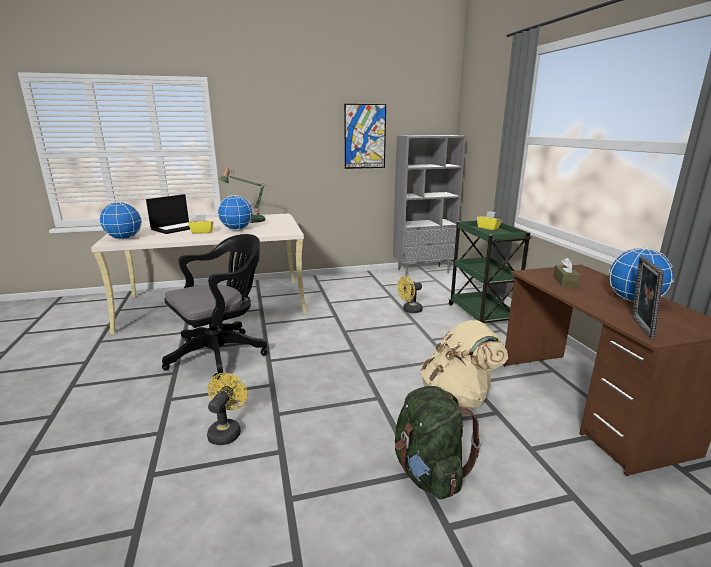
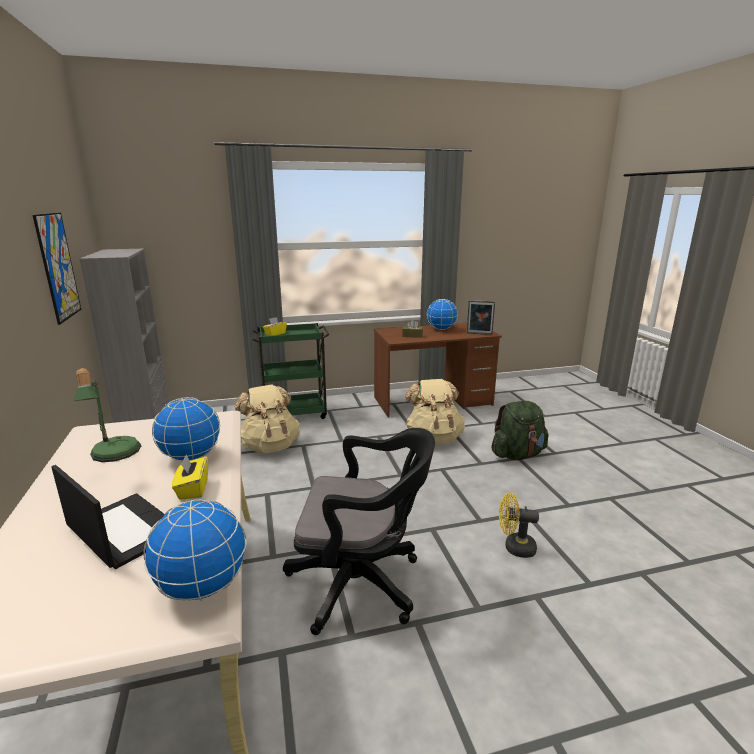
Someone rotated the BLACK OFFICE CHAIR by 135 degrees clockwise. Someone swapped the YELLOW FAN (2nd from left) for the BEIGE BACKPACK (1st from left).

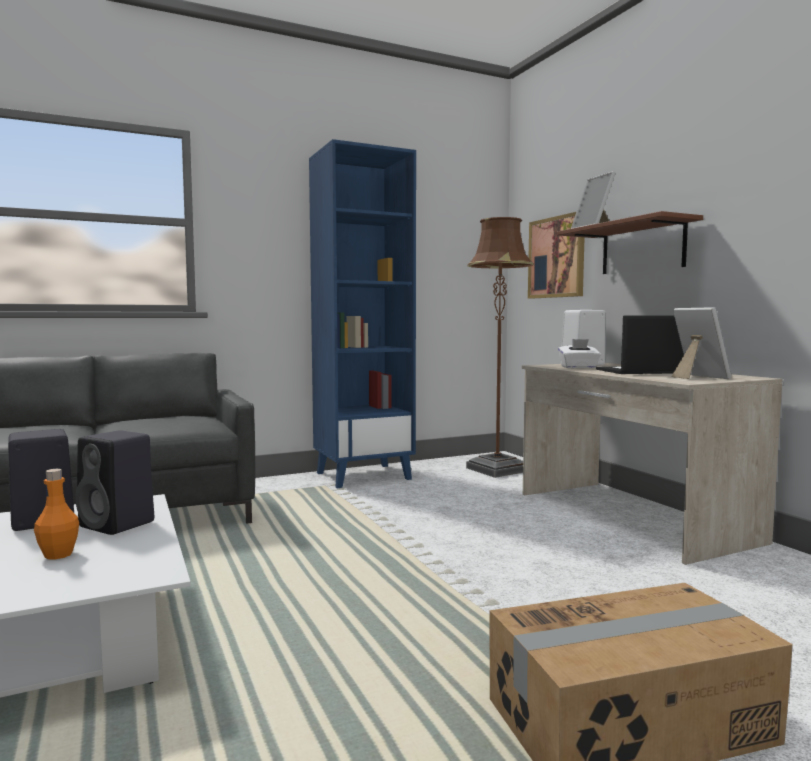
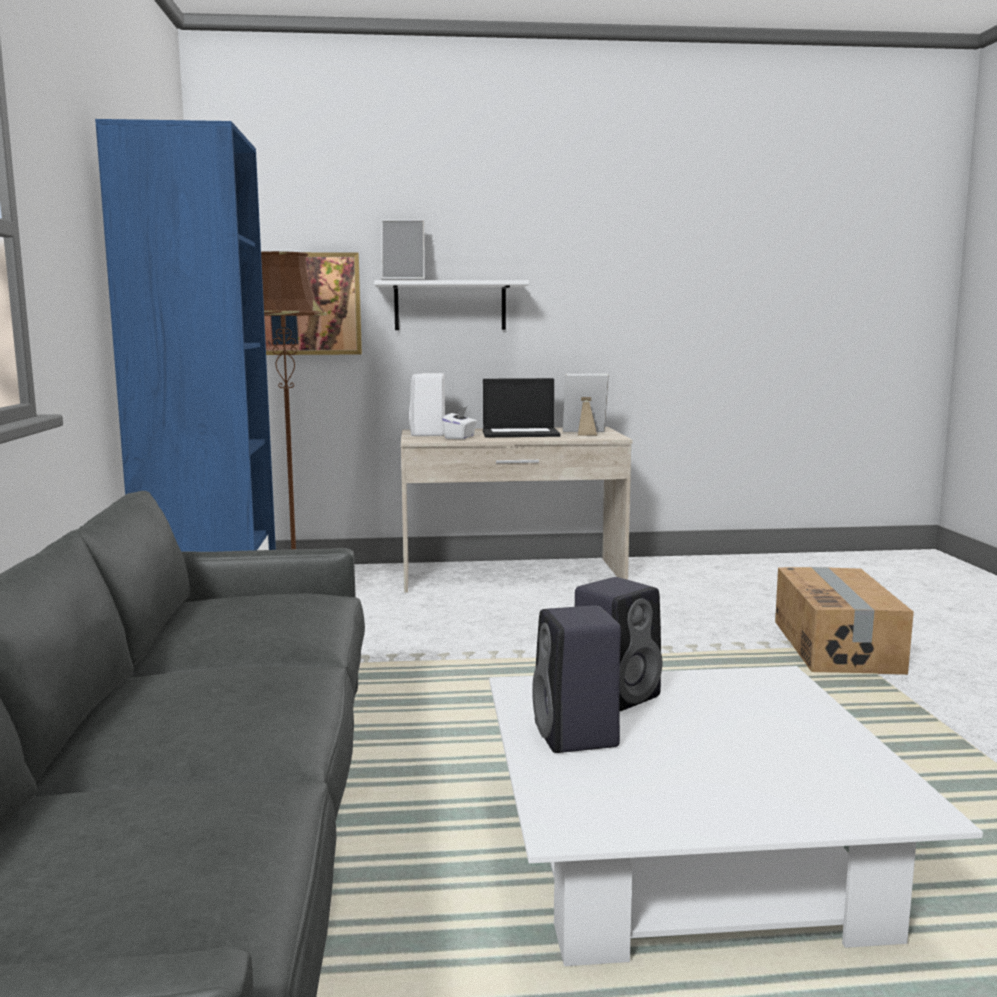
Someone took away the ORANGE BOTTLE. Someone repainted the BROWN SHELF, which became the WHITE SHELF. Someone rotated the LAPTOP by 105 degrees counterclockwise.

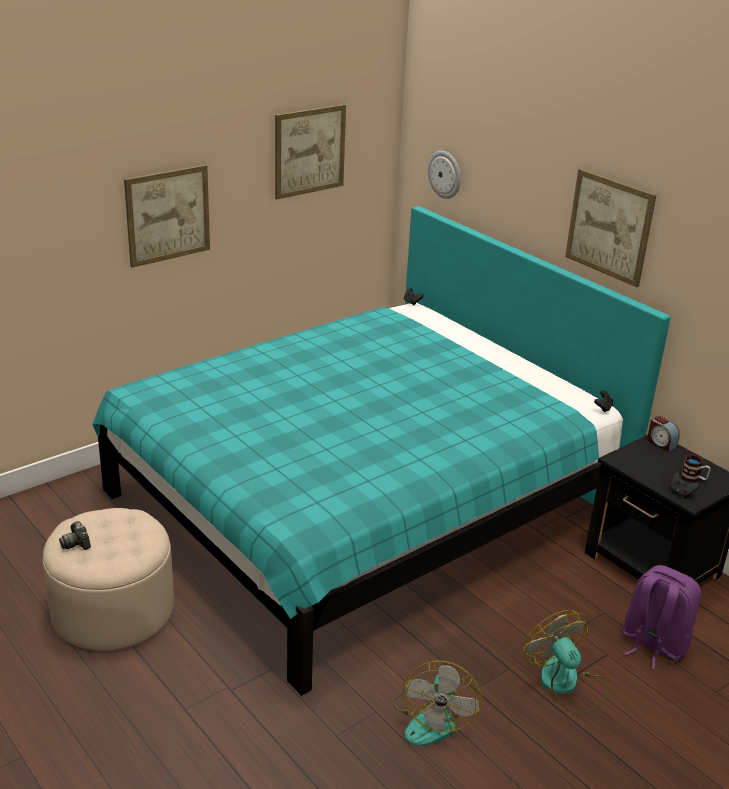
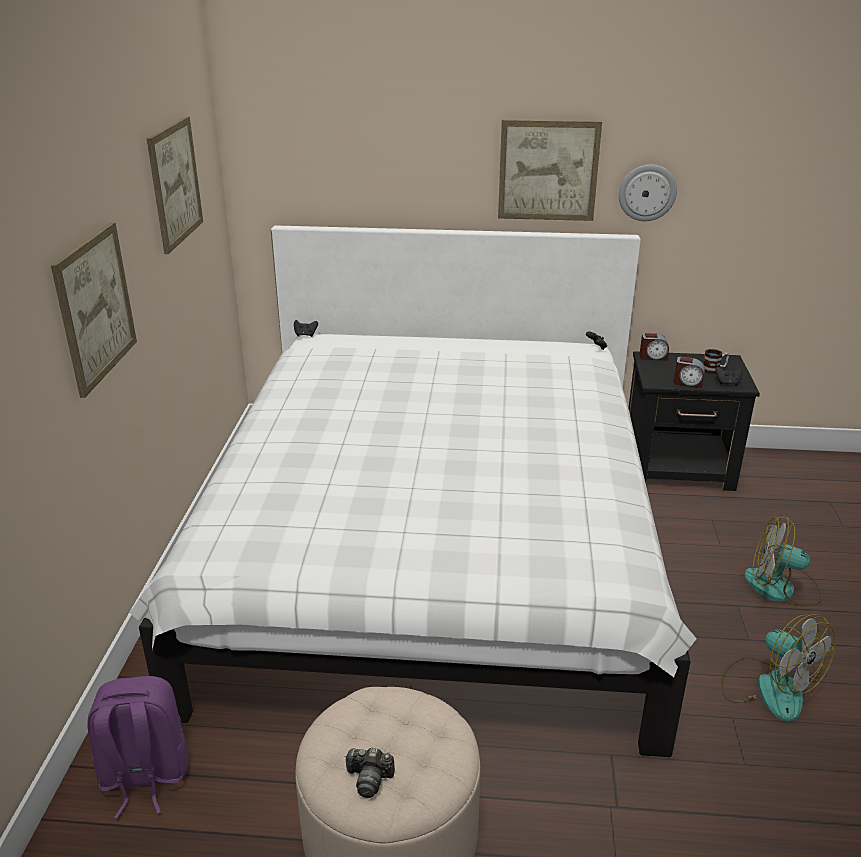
Someone repainted the TURQUOISE BED, which became the WHITE BED. Someone carried the WALL CLOCK. Someone carried the PURPLE BACKPACK. Someone put down the ALARM CLOCK (2nd from left).

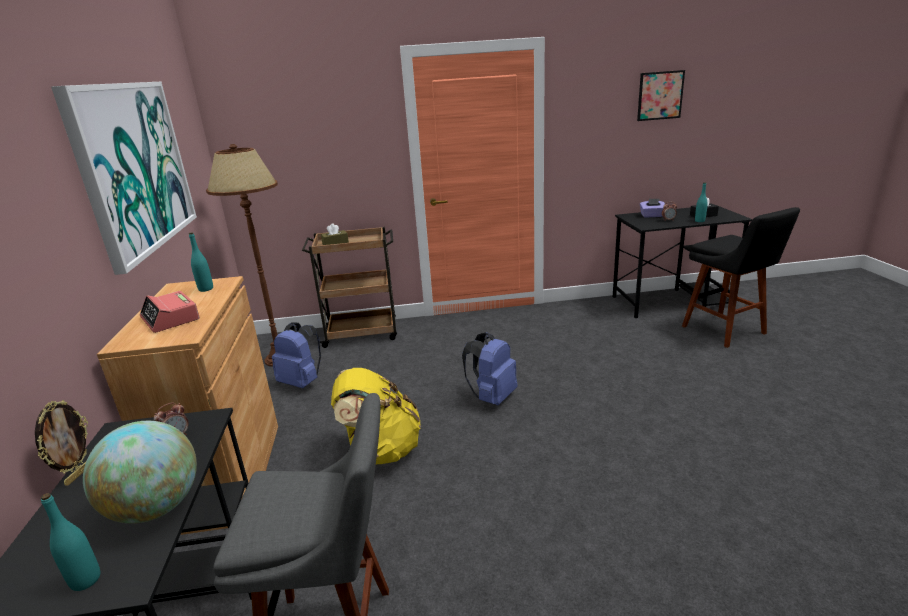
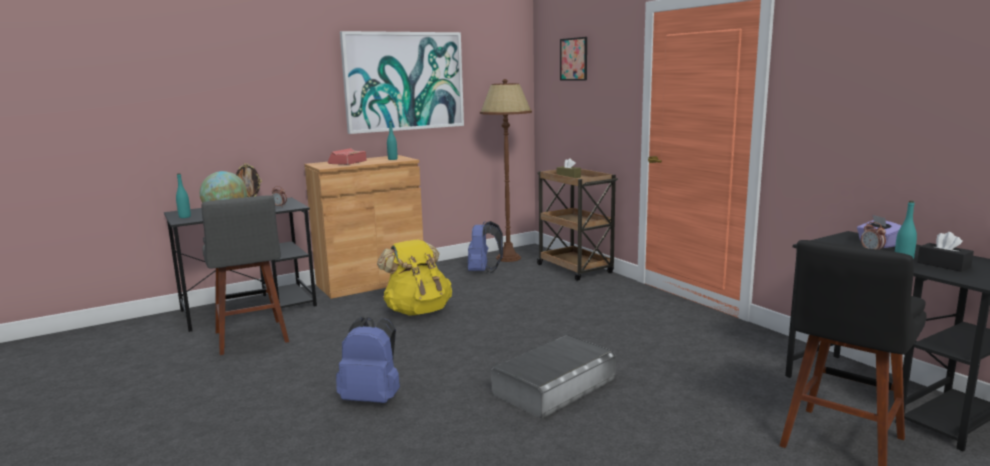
Someone carried the BLUE BACKPACK (2nd from left in the first image). Someone carried the PICTURE (2nd from left). Someone put down the GREY STORAGE BOX.

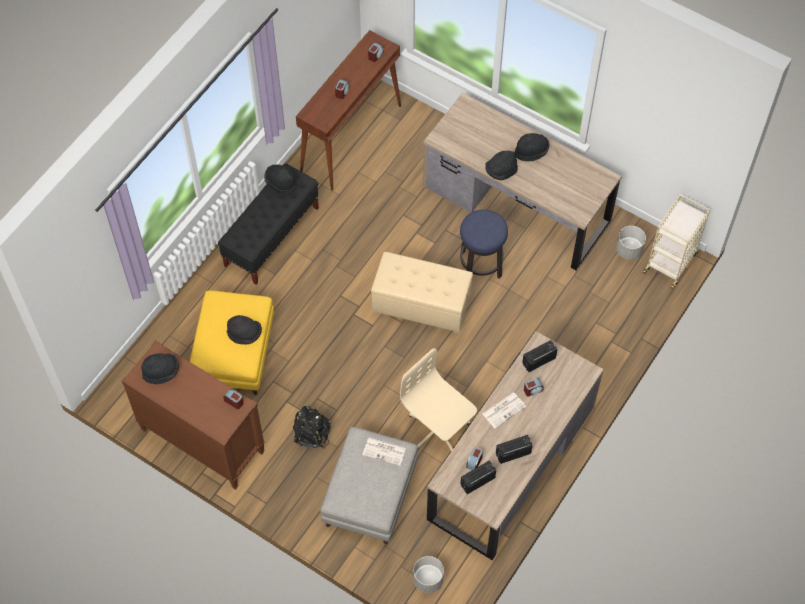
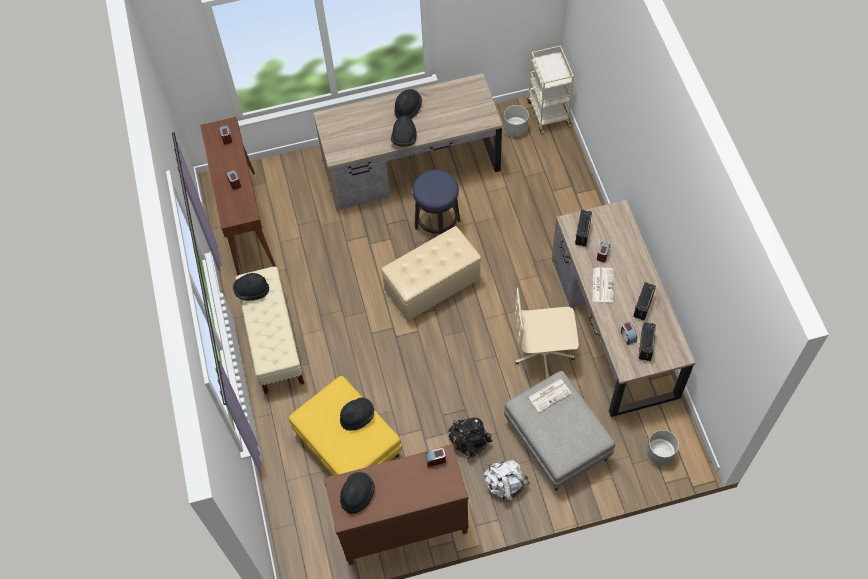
Someone repainted the BLACK BENCH, which became the BEIGE BENCH. Someone put down the WHITE BACKPACK.

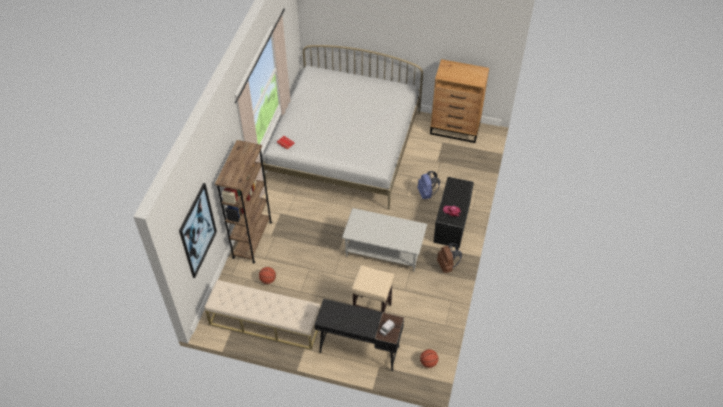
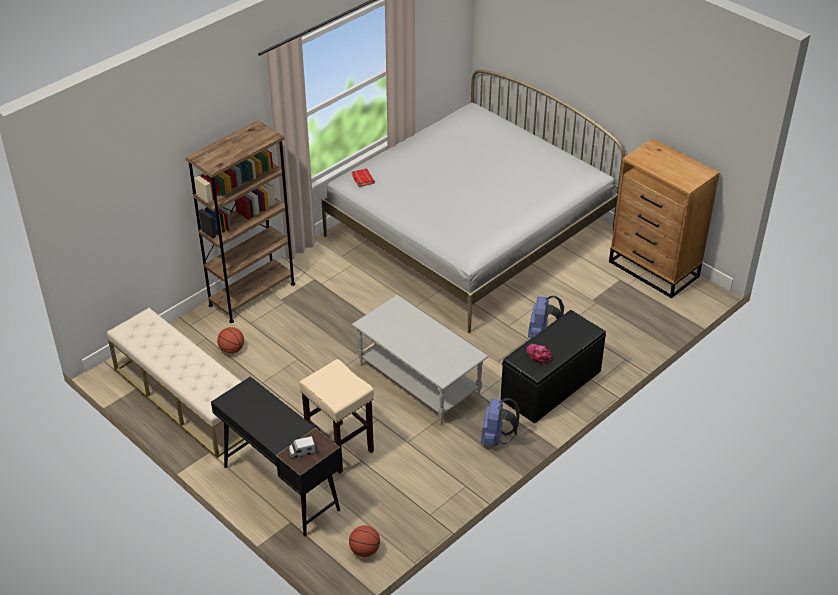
Someone took away the PICTURE. Someone repainted the BROWN BACKPACK, which became the BLUE BACKPACK (1st from left).

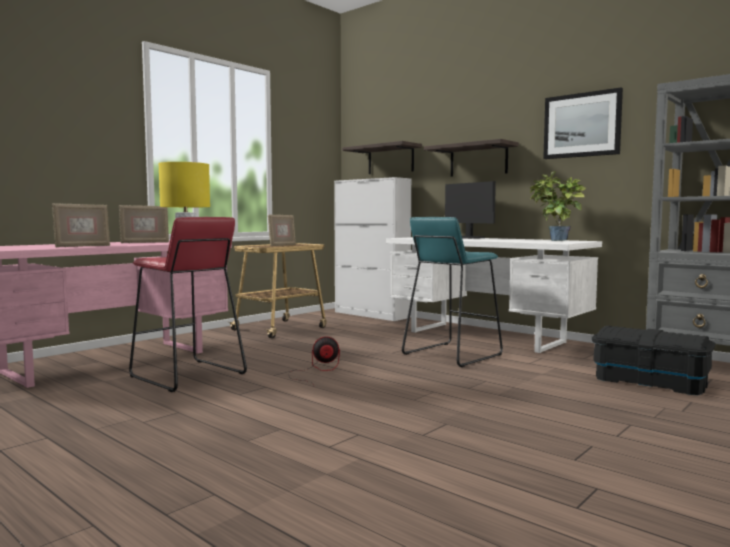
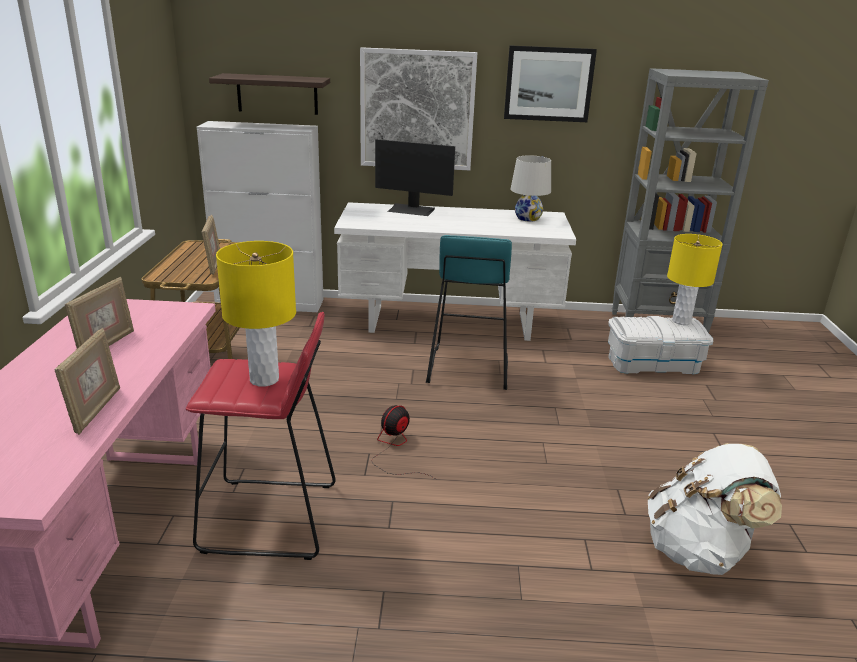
Someone swapped the SHELF (2nd from left) for the PICTURE (1st from left). Someone swapped the POTTED PLANT for the WHITE TABLE LAMP. Someone repainted the BLACK STORAGE BOX, which became the WHITE STORAGE BOX. Someone put down the WHITE BACKPACK. Someone put down the YELLOW TABLE LAMP (2nd from left).

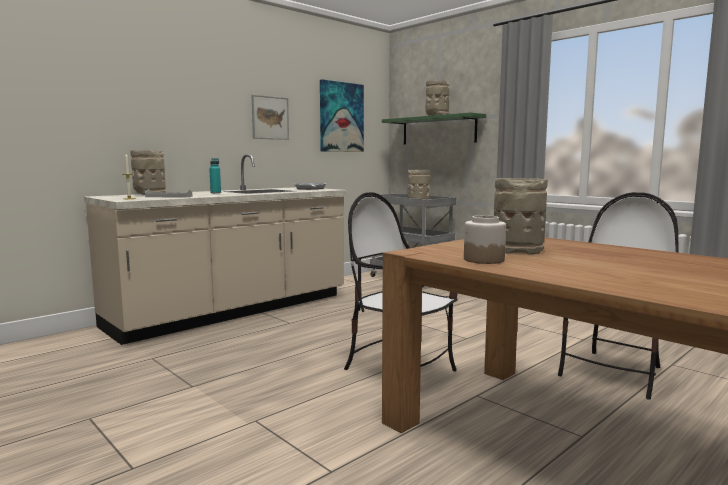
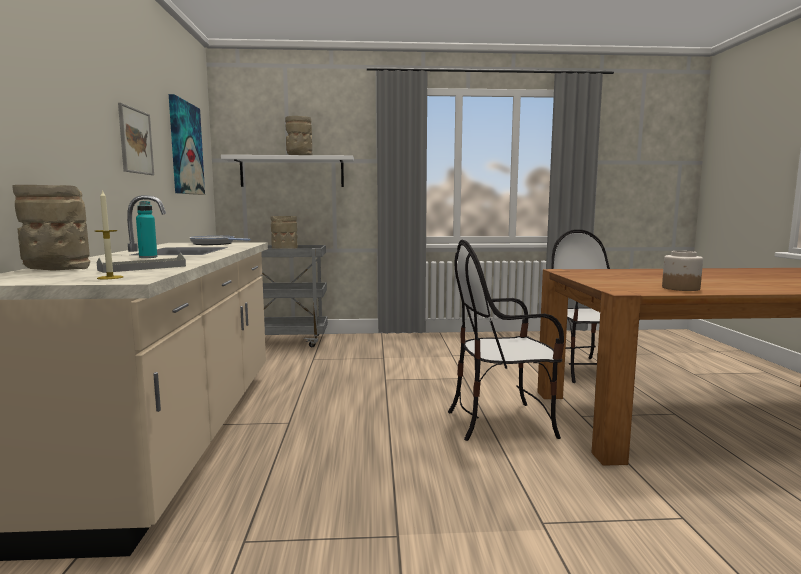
Someone repainted the GREEN SHELF, which became the WHITE SHELF. Someone took away the BEIGE VASE (4th from left).

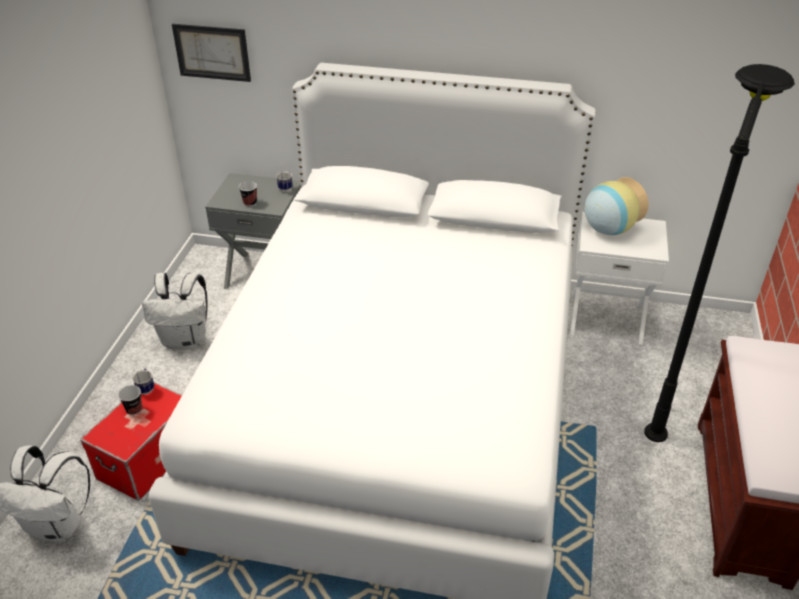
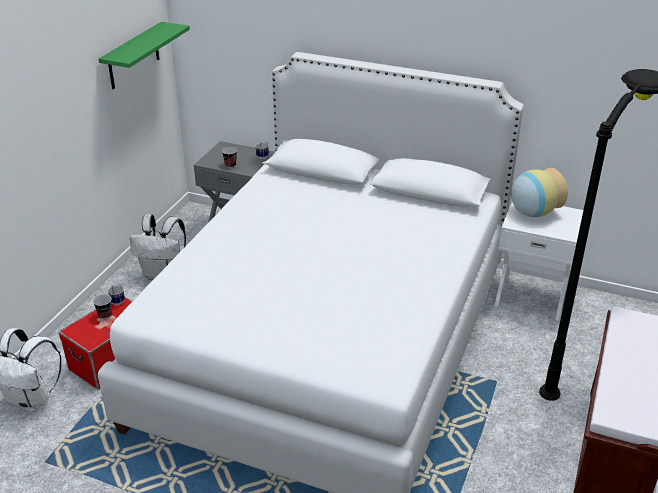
Someone took away the PICTURE. Someone put up the GREEN SHELF.

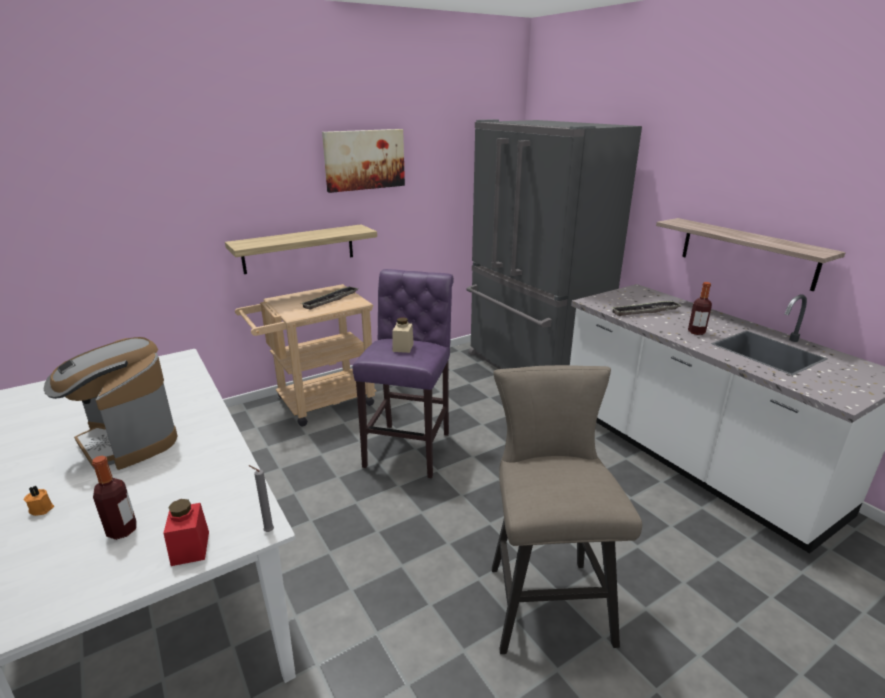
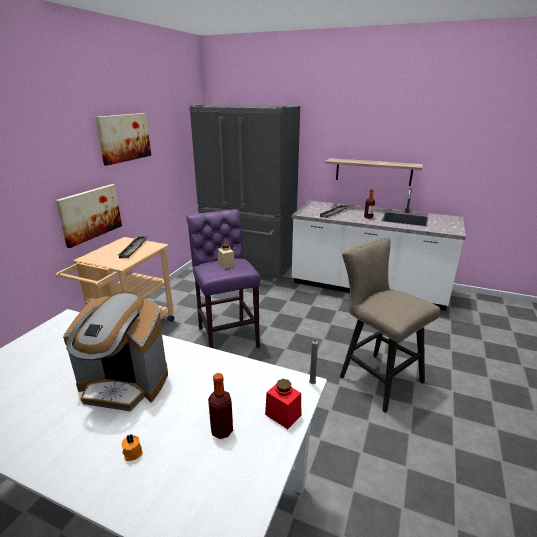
Someone swapped the SHELF (1st from left) for the PICTURE (1st from left).

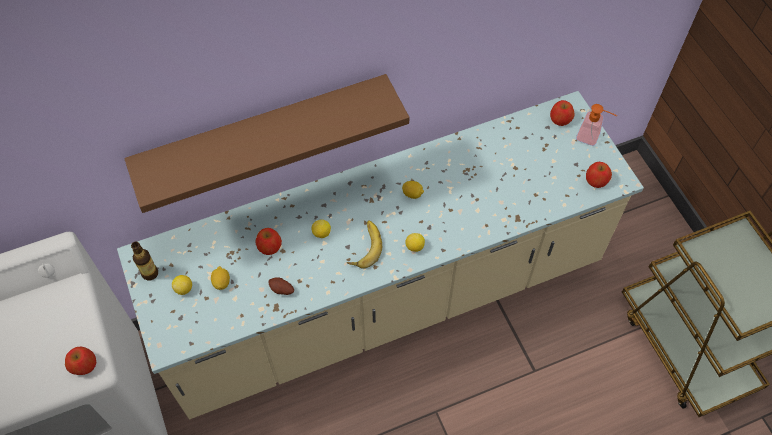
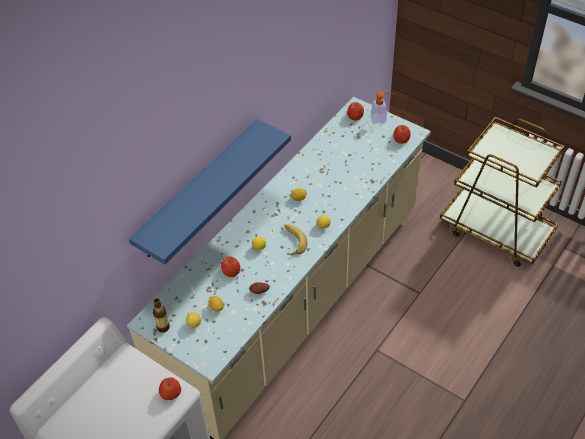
Someone repainted the BROWN SHELF, which became the BLUE SHELF.

